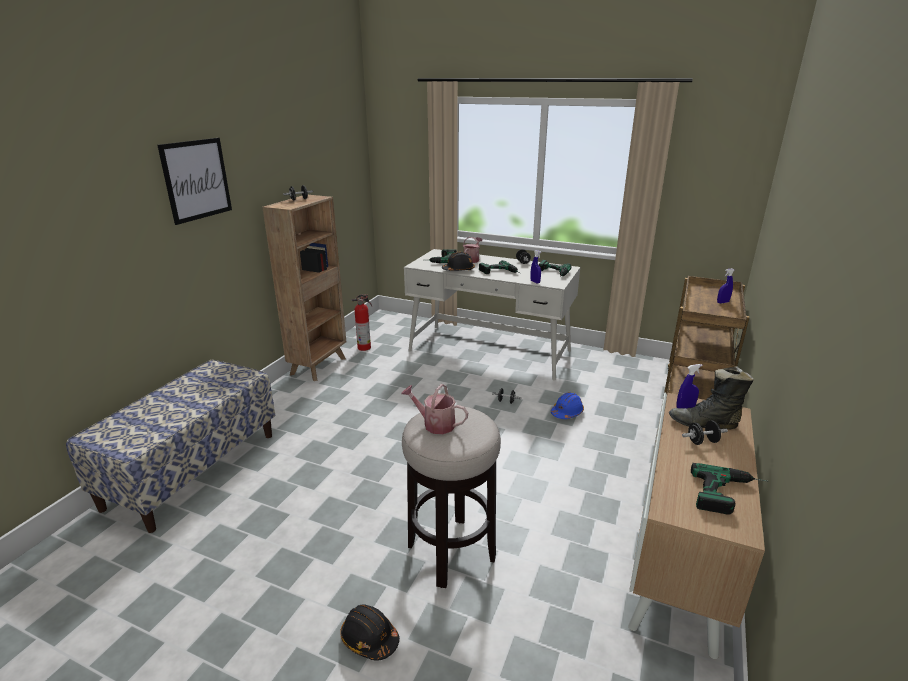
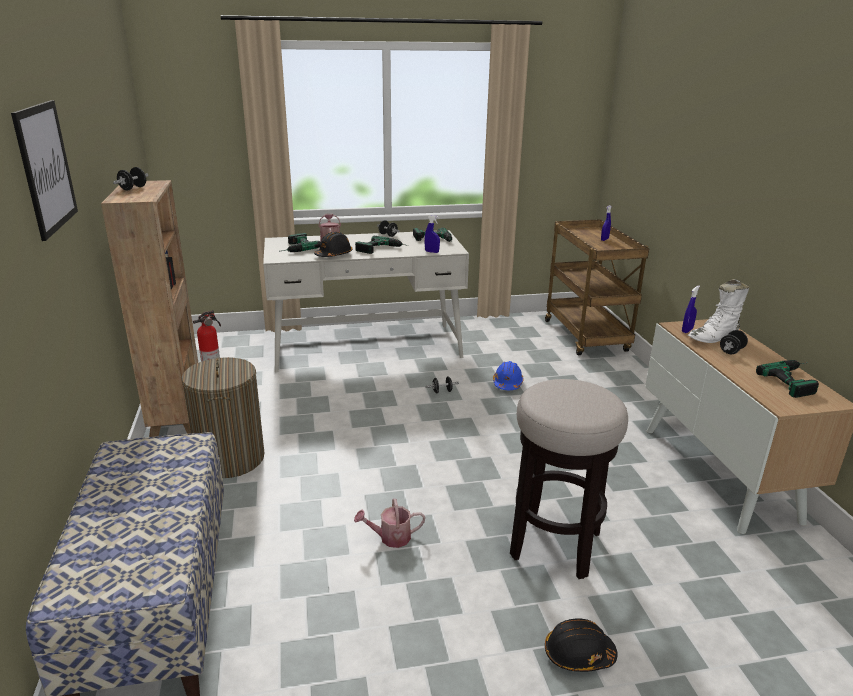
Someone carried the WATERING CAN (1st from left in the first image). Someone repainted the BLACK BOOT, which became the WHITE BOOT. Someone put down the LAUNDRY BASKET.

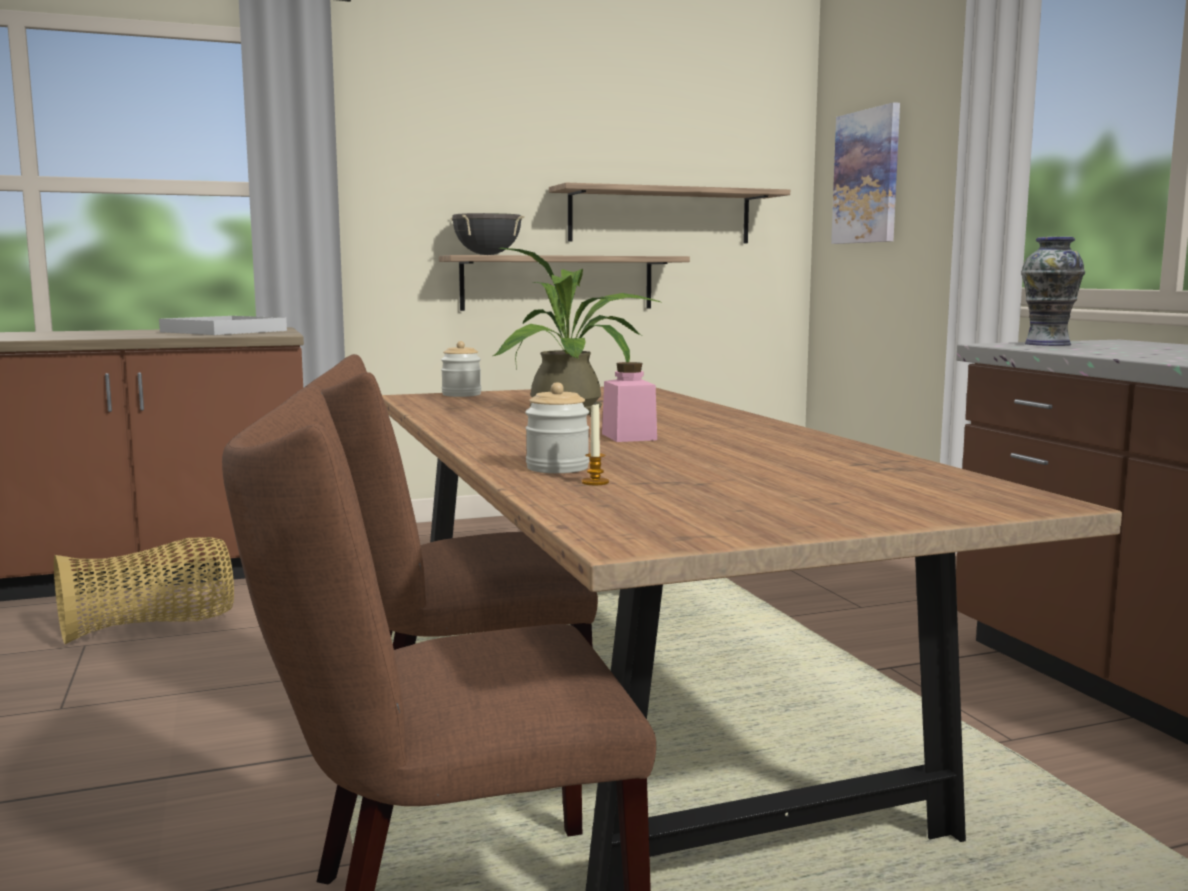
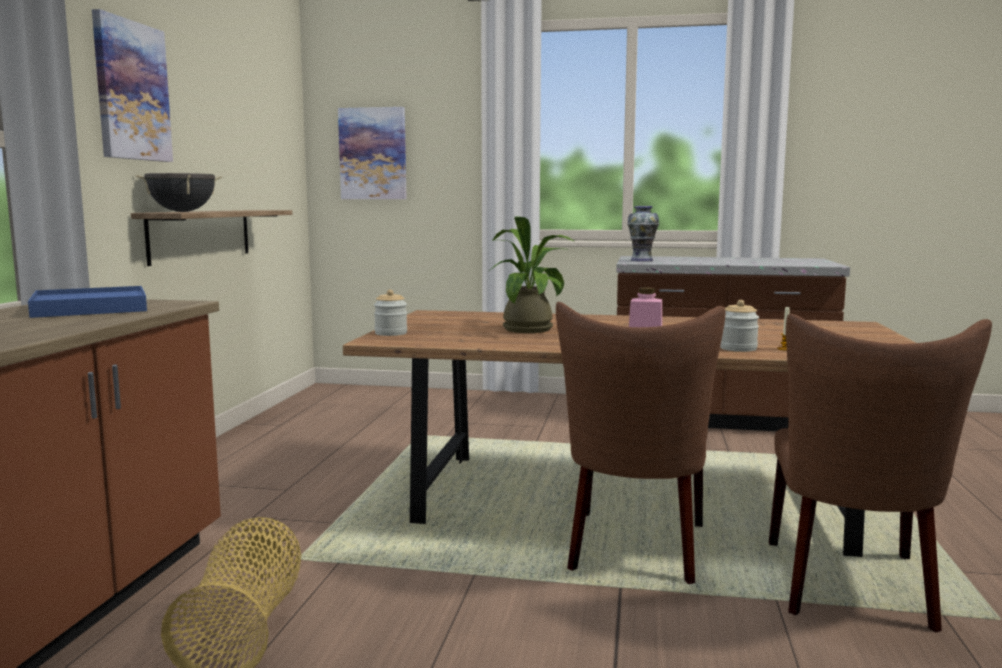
Someone repainted the WHITE TRAY, which became the BLUE TRAY. Someone took away the SHELF (2nd from left). Someone put up the PICTURE (1st from left).

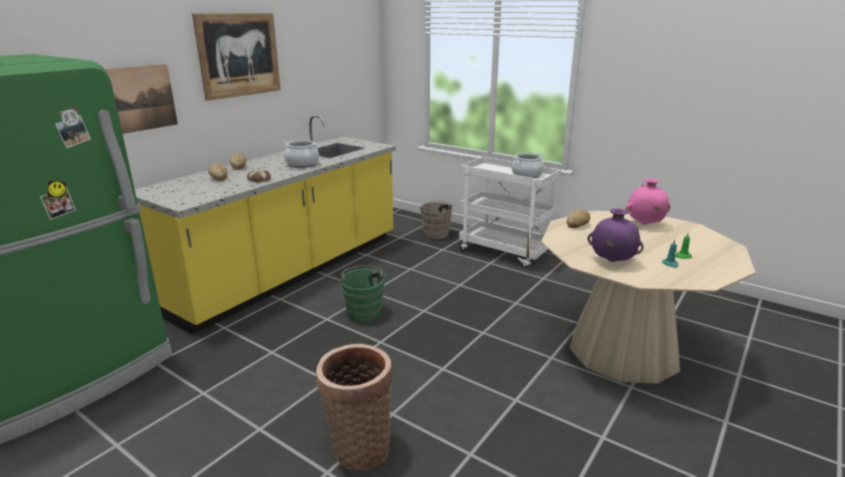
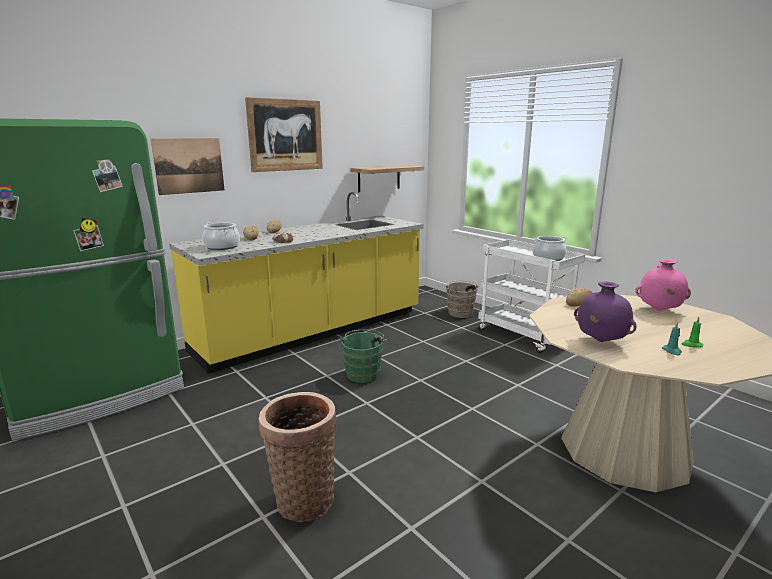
Someone carried the COOKING POT (1st from left). Someone put up the SHELF.

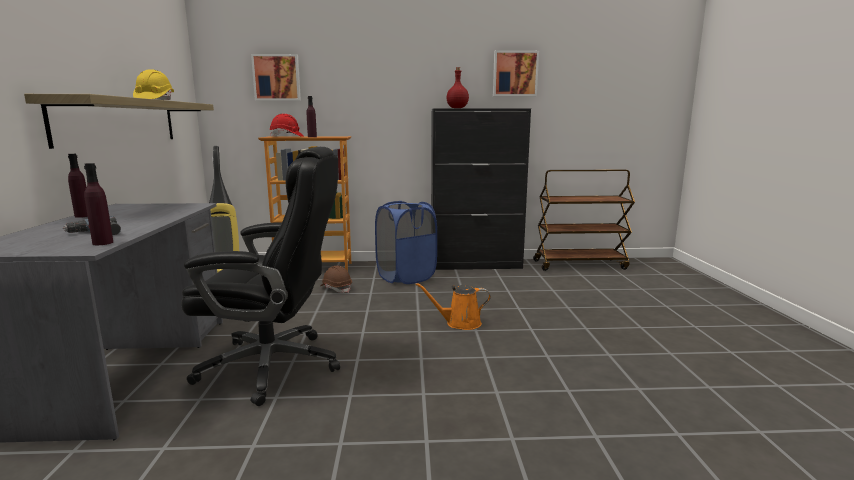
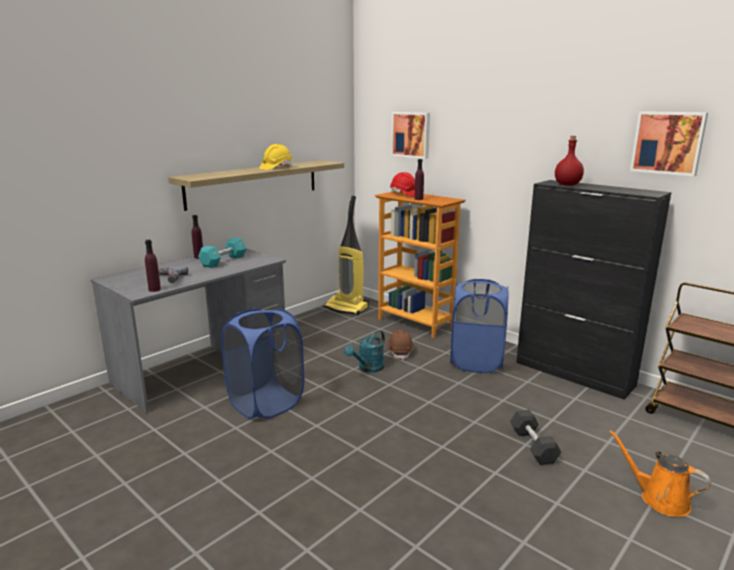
Someone swapped the BLACK OFFICE CHAIR for the BLUE LAUNDRY BASKET (1st from left). Someone carried the ORANGE WATERING CAN. Someone put down the TURQUOISE DUMBBELL. Someone put down the TURQUOISE WATERING CAN. Someone put down the BLACK DUMBBELL.

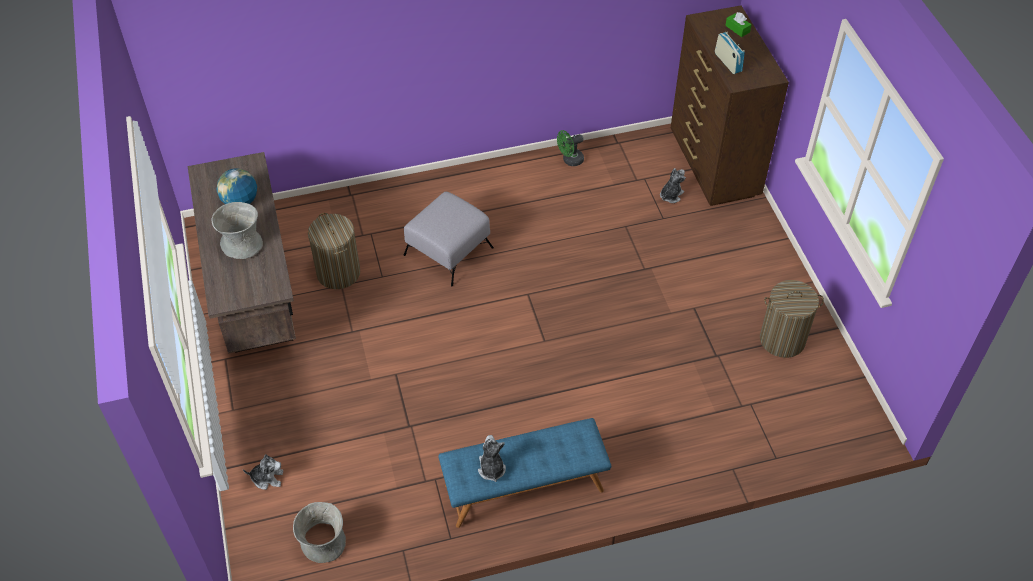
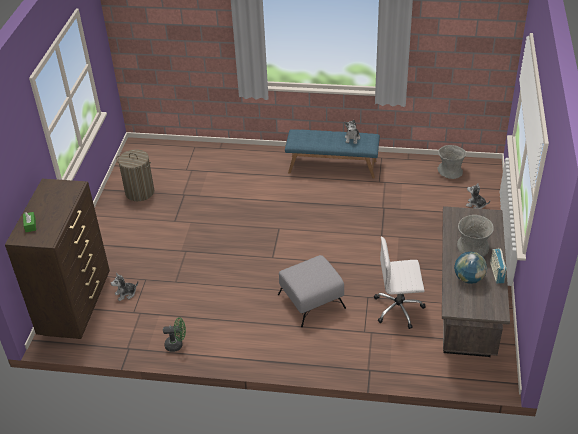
Someone swapped the LAUNDRY BASKET (1st from left) for the WHITE OFFICE CHAIR. Someone carried the RADIO.

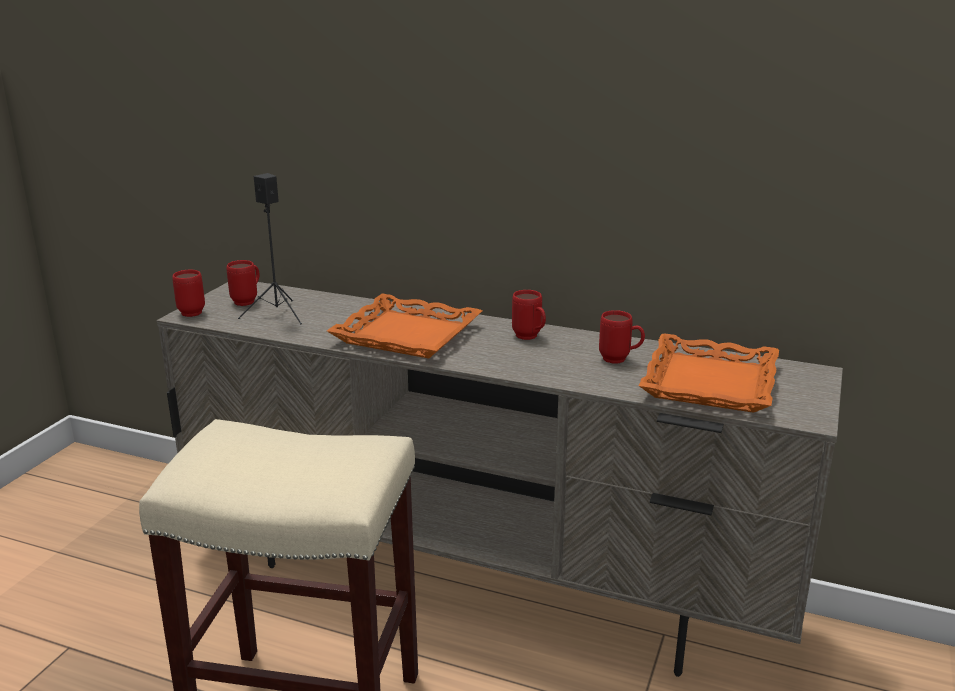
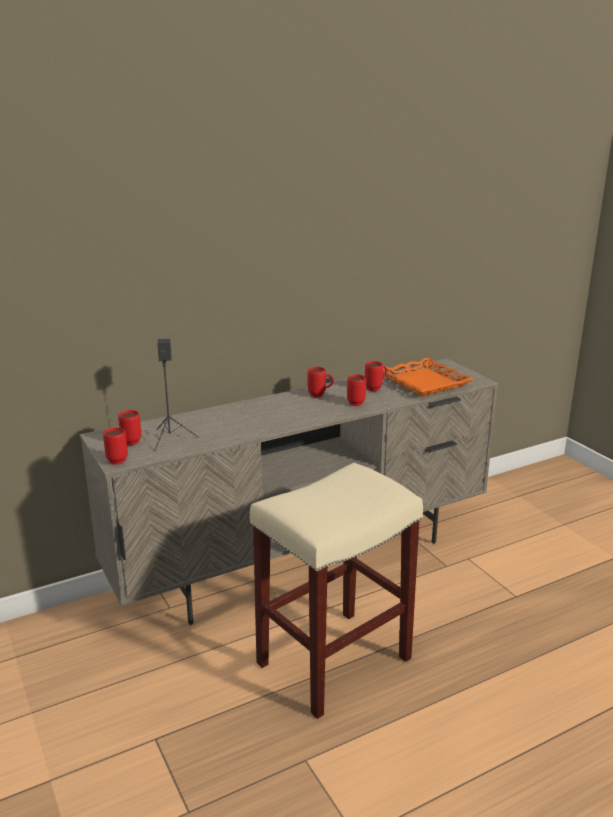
Someone took away the ORANGE TRAY (1st from left). Someone put down the RED MUG (4th from left).

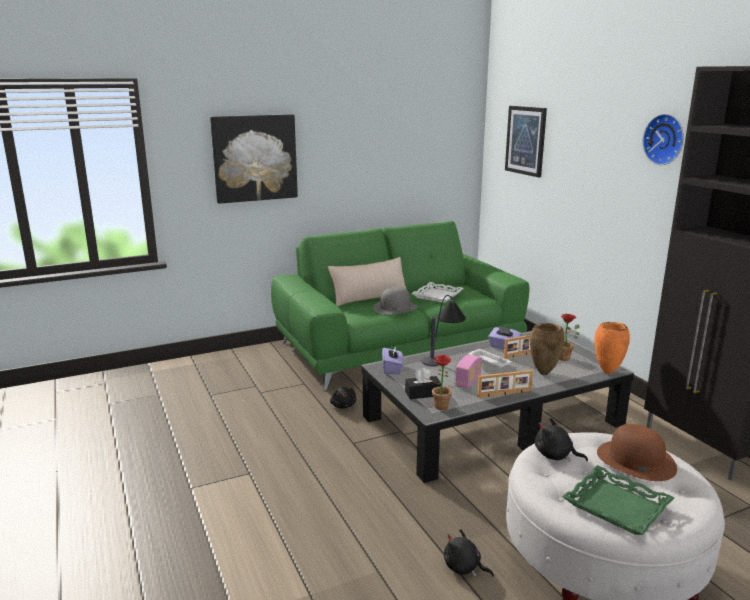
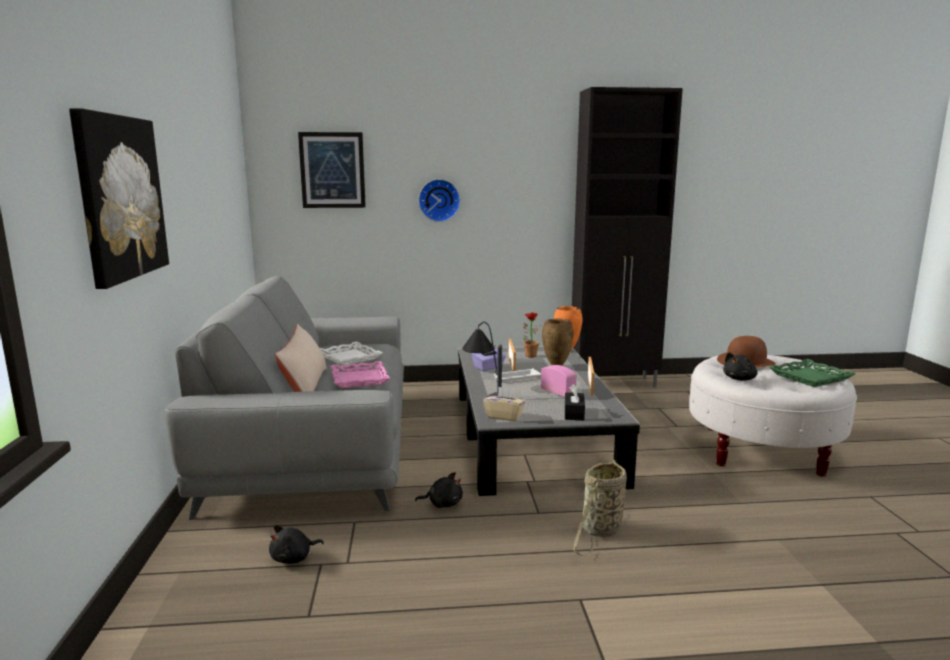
Someone repainted the GREEN SOFA, which became the GREY SOFA. Someone swapped the GREY HAT for the PINK TRAY. Someone repainted the PURPLE TISSUE BOX (1st from left), which became the BEIGE TISSUE BOX. Someone took away the POTTED PLANT (1st from left). Someone carried the BLACK PLUSH TOY (2nd from left in the first image). Someone carried the WALL CLOCK. Someone put down the BASKET.

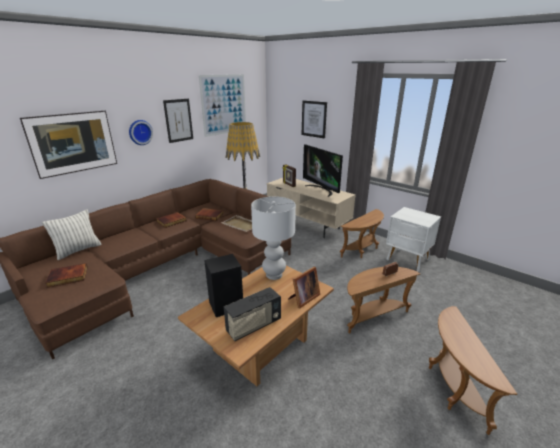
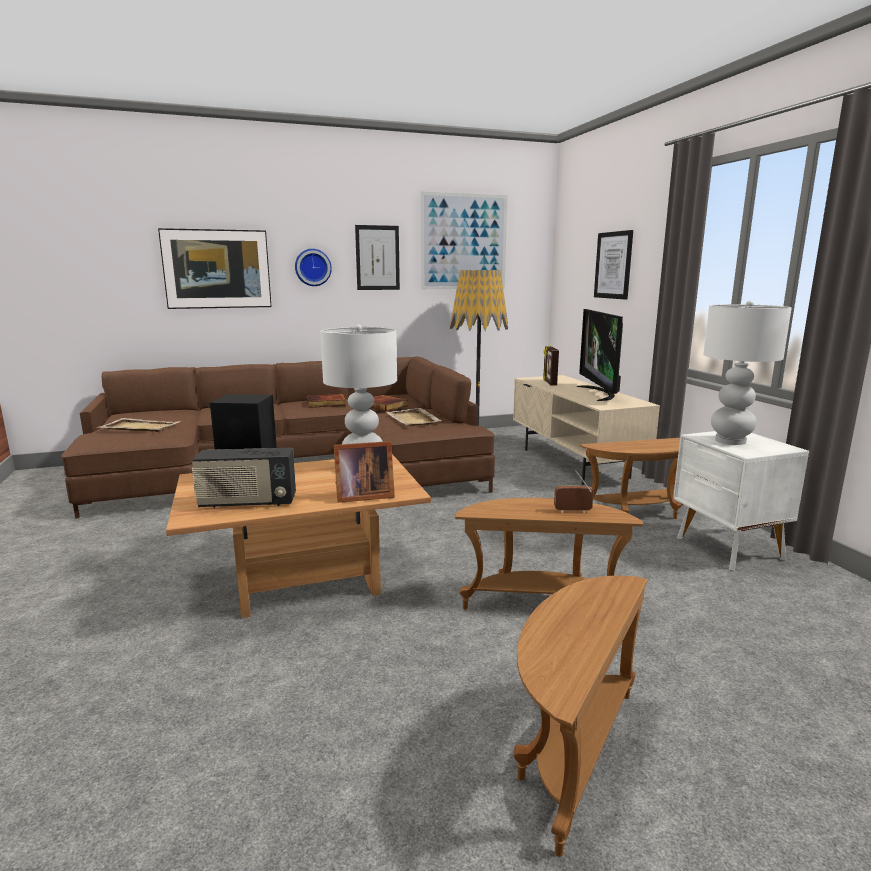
Someone took away the PILLOW. Someone swapped the BOOK (1st from left) for the BEIGE TRAY (1st from left). Someone put down the WHITE TABLE LAMP (2nd from left).

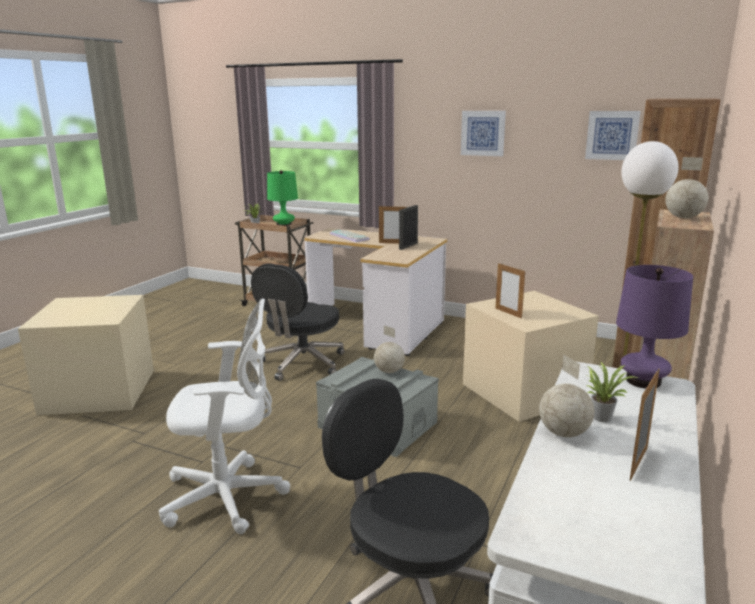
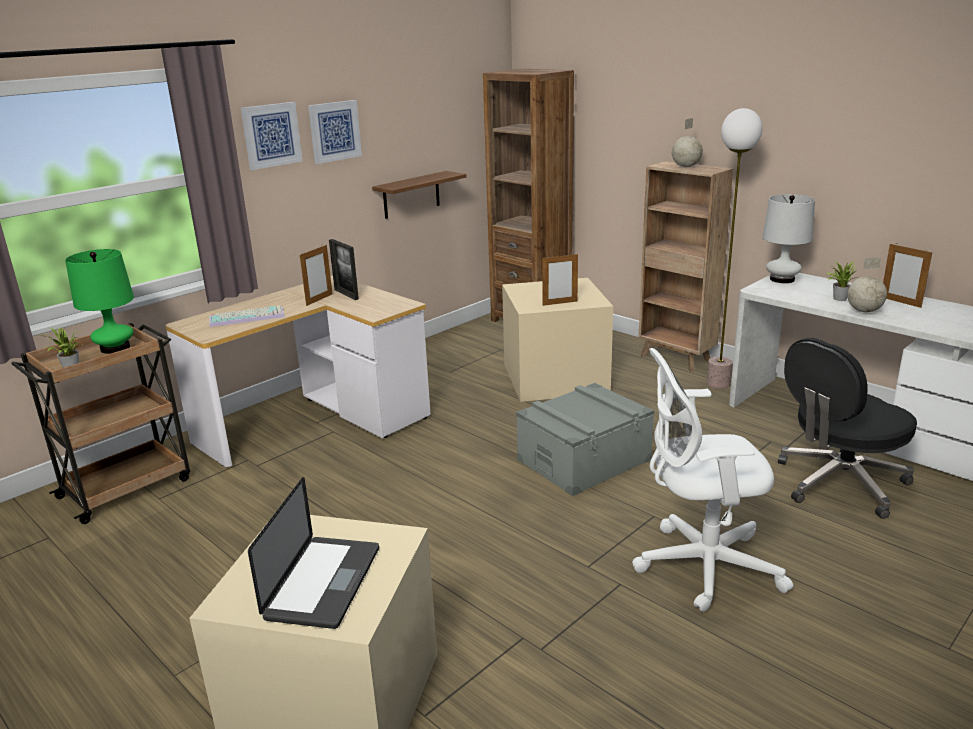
Someone rotated the WHITE OFFICE CHAIR by 105 degrees counterclockwise. Someone took away the BLACK OFFICE CHAIR (1st from left). Someone took away the GLOBE (1st from left). Someone carried the PICTURE (2nd from left in the first image). Someone repainted the PURPLE TABLE LAMP, which became the WHITE TABLE LAMP. Someone put down the LAPTOP. Someone put up the SHELF.

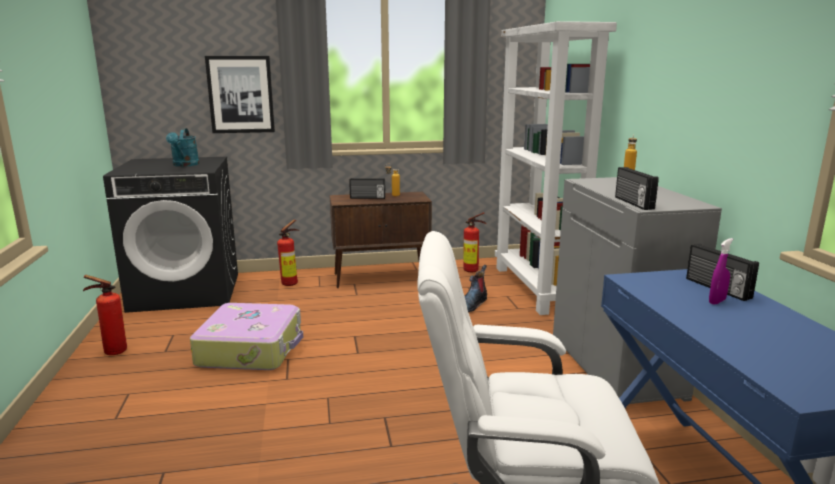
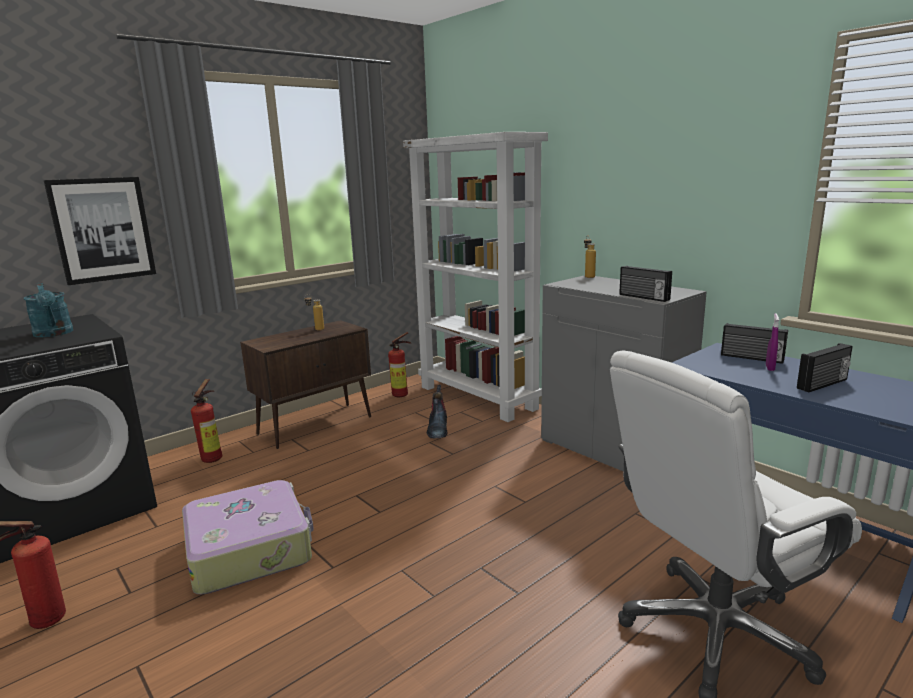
Someone carried the RADIO (1st from left in the first image).

